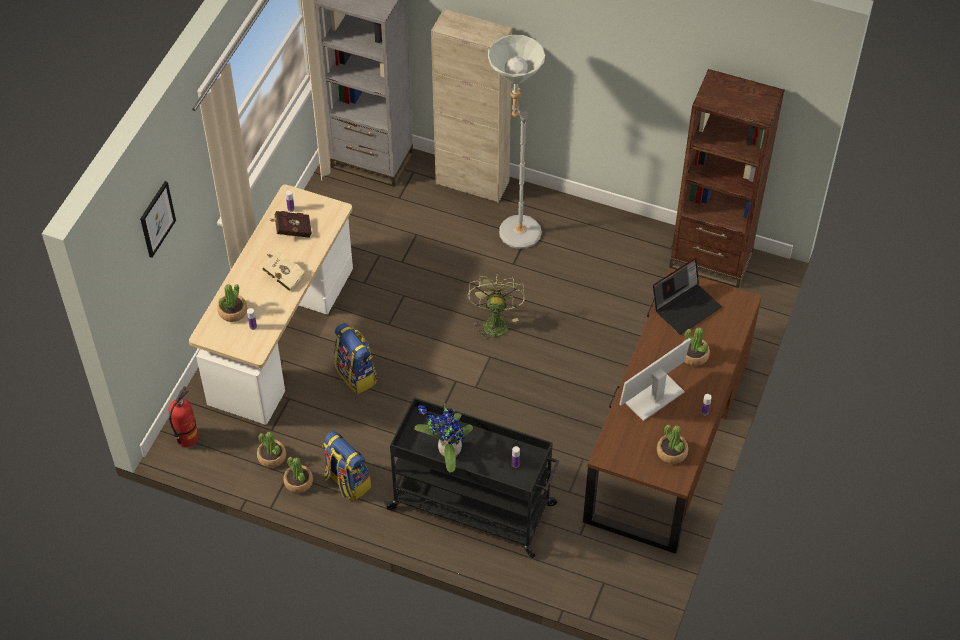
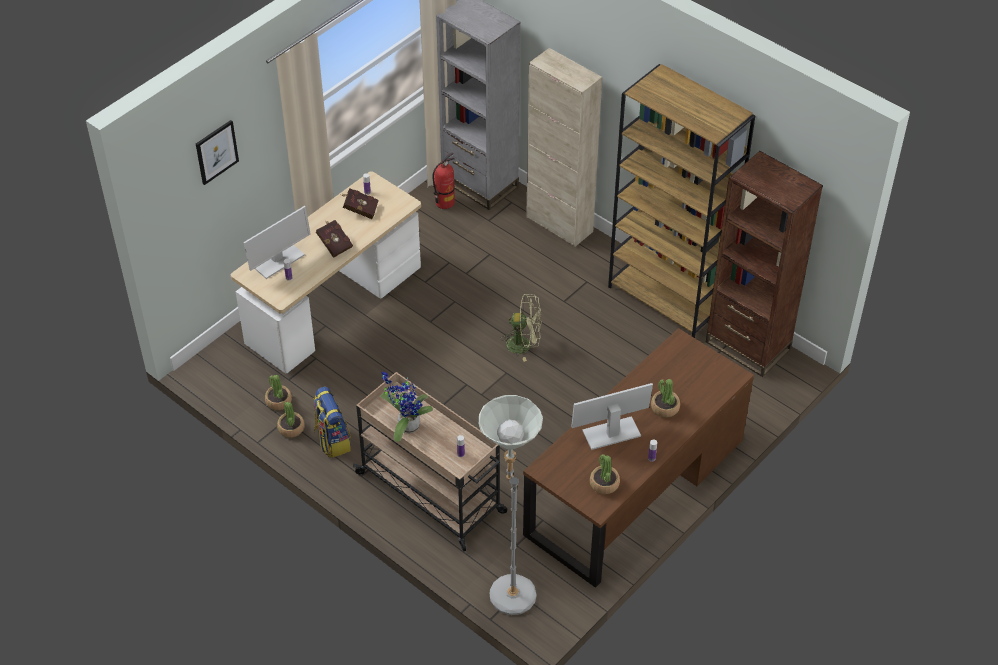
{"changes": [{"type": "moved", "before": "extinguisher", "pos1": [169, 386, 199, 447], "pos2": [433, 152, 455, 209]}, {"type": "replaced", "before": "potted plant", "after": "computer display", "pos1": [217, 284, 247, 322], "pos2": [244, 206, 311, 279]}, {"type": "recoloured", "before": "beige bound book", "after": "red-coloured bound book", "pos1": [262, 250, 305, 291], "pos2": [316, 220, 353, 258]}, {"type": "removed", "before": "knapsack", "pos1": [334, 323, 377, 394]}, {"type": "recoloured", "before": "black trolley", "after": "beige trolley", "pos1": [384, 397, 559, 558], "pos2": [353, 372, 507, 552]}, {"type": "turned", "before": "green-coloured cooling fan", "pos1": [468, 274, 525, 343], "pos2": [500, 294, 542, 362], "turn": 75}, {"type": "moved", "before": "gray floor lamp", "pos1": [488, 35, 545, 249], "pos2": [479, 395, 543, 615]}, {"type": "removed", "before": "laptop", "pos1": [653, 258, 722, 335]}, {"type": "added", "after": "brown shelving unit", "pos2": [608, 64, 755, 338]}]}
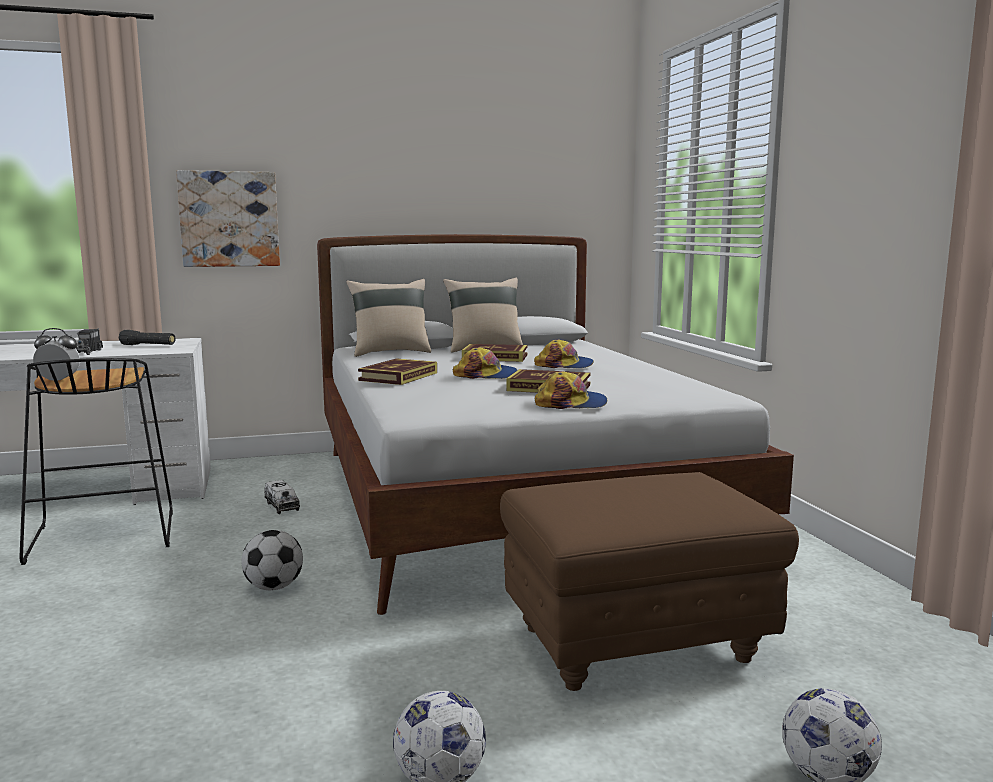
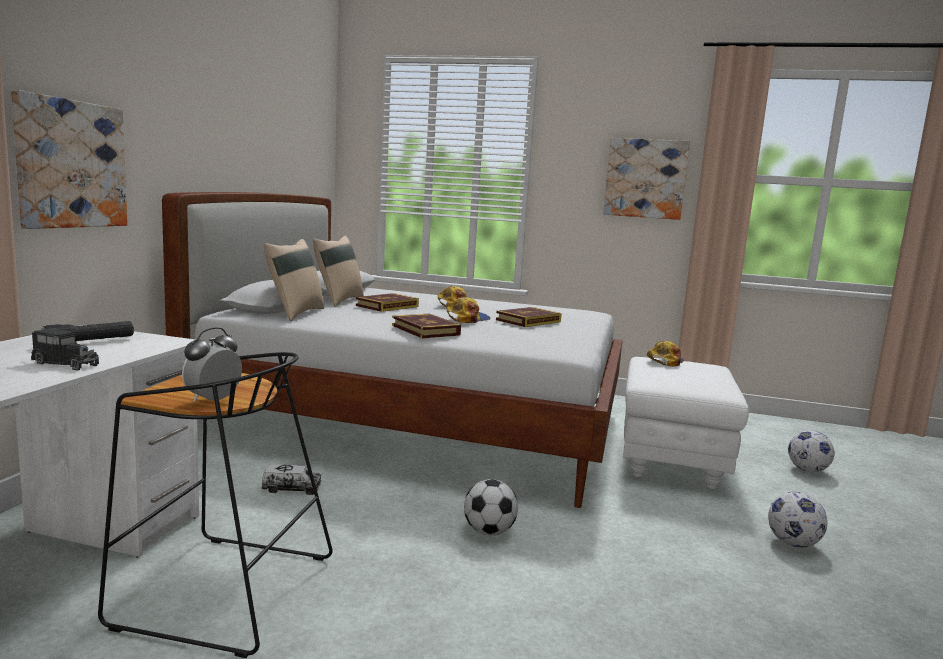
{"changes": [{"type": "recoloured", "before": "brown ottoman", "after": "whitish ottoman", "pos1": [500, 472, 799, 691], "pos2": [623, 357, 749, 489]}, {"type": "moved", "before": "cap", "pos1": [534, 371, 607, 409], "pos2": [647, 341, 684, 367]}, {"type": "added", "after": "picture", "pos2": [603, 138, 690, 220]}]}
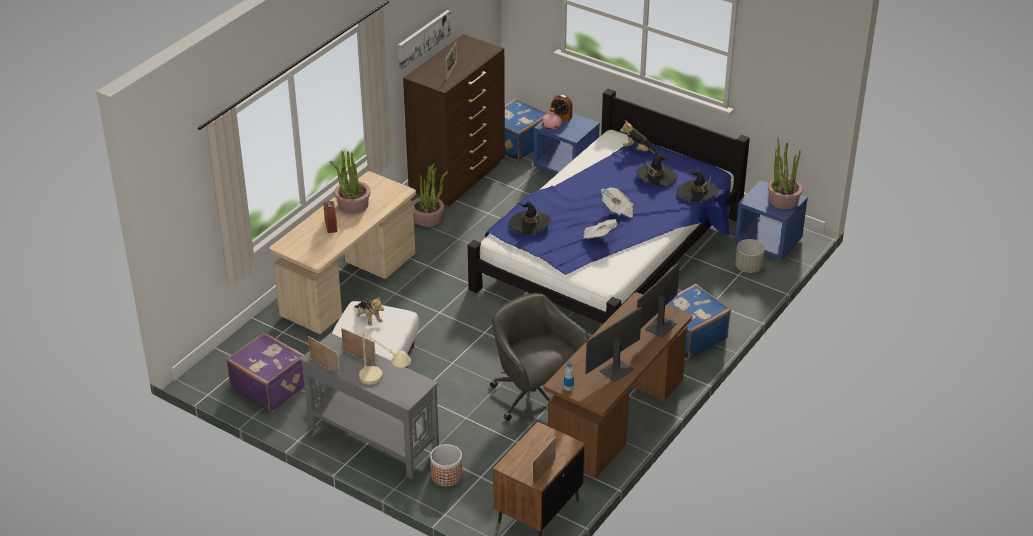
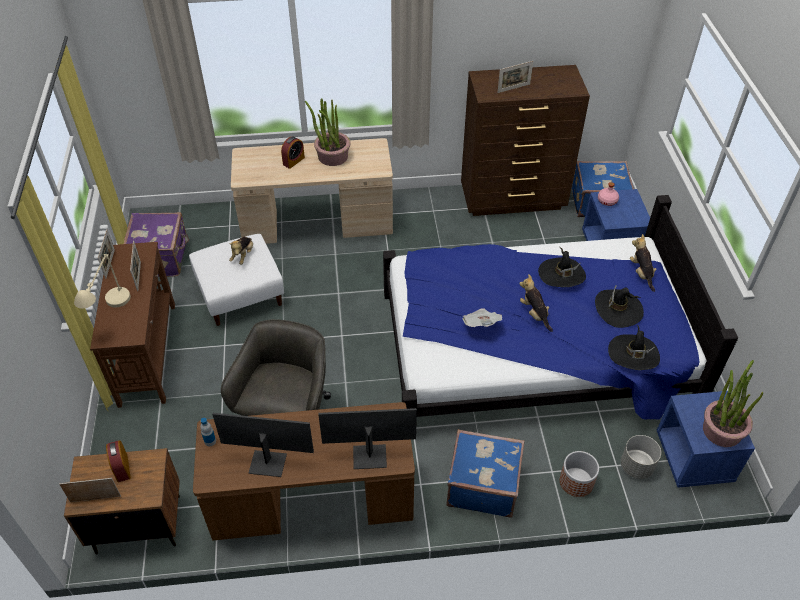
{"changes": [{"type": "recoloured", "before": "gray hall table", "after": "brown hall table", "pos1": [300, 333, 439, 479], "pos2": [90, 242, 175, 408]}, {"type": "removed", "before": "picture", "pos1": [398, 10, 451, 70]}, {"type": "removed", "before": "potted plant", "pos1": [413, 163, 448, 227]}, {"type": "moved", "before": "planter", "pos1": [430, 444, 463, 487], "pos2": [560, 451, 599, 497]}, {"type": "moved", "before": "black wearable hat", "pos1": [509, 201, 551, 235], "pos2": [538, 247, 586, 287]}, {"type": "moved", "before": "table clock", "pos1": [551, 94, 572, 121], "pos2": [106, 440, 131, 482]}, {"type": "replaced", "before": "printed paper", "after": "plush toy", "pos1": [601, 187, 633, 217], "pos2": [519, 274, 553, 332]}]}
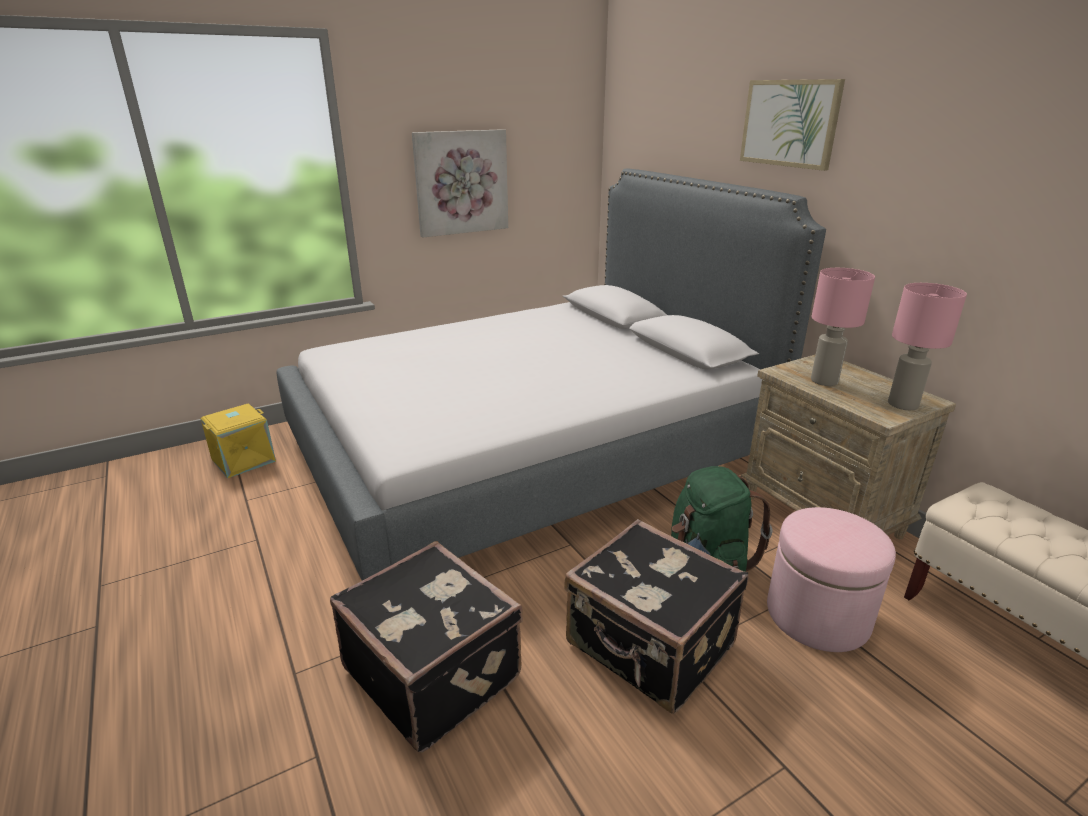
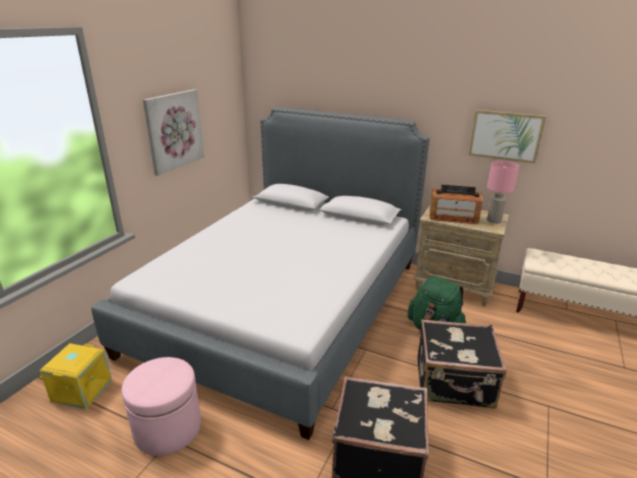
{"changes": [{"type": "moved", "before": "picture", "pos1": [740, 79, 845, 171], "pos2": [468, 110, 546, 164]}, {"type": "moved", "before": "pink-coloured ottoman", "pos1": [767, 507, 896, 652], "pos2": [122, 357, 201, 456]}, {"type": "replaced", "before": "pink-coloured lamp for a table", "after": "radio", "pos1": [811, 268, 875, 386], "pos2": [430, 185, 483, 224]}]}
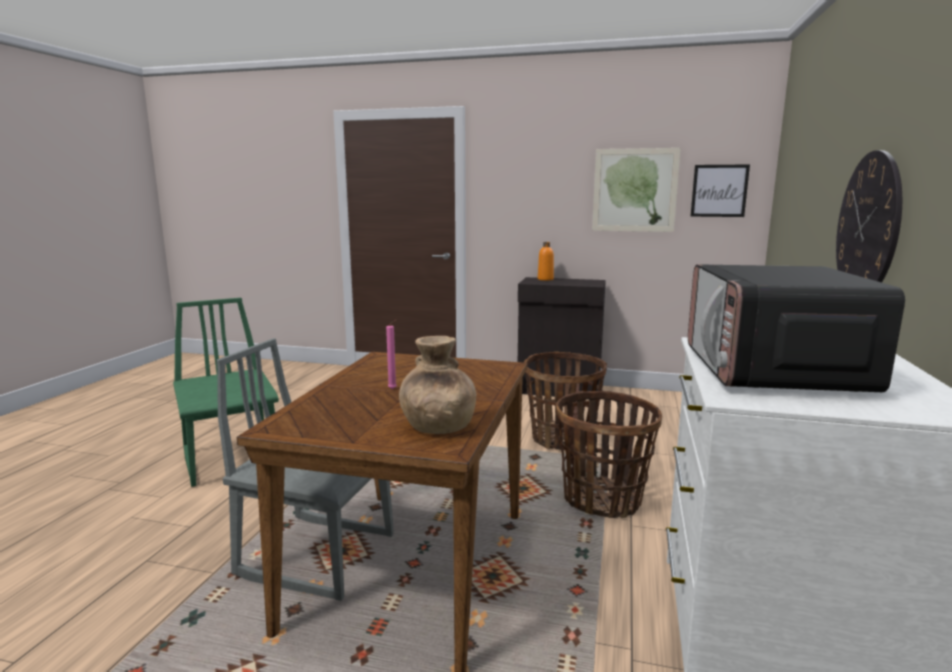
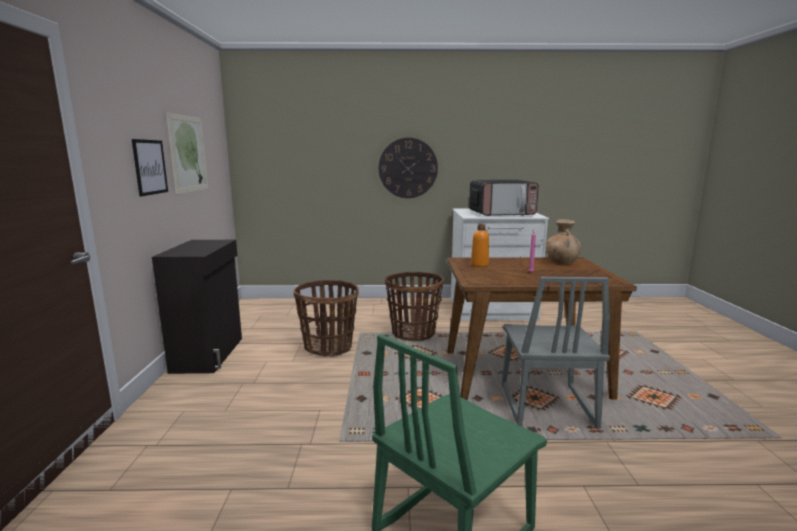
{"changes": [{"type": "moved", "before": "orangey bottle", "pos1": [538, 242, 554, 281], "pos2": [471, 224, 489, 267]}, {"type": "moved", "before": "picture", "pos1": [691, 165, 750, 217], "pos2": [132, 139, 168, 196]}]}
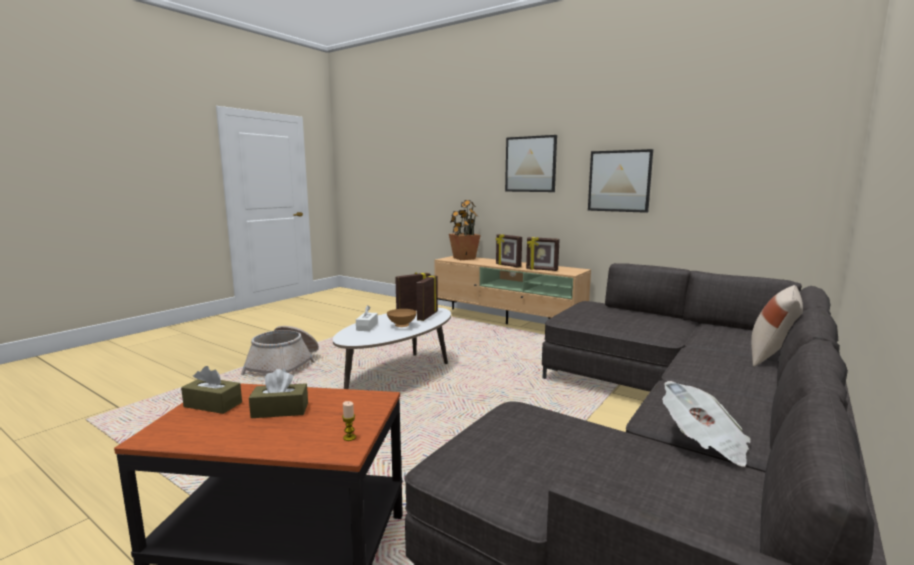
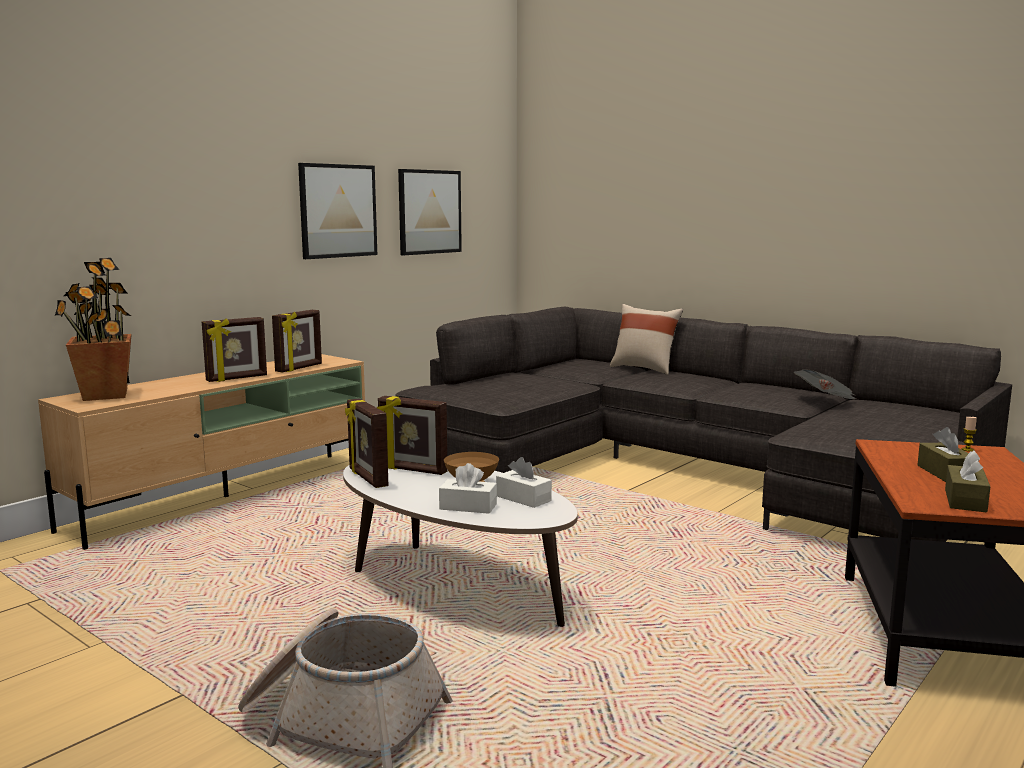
{"changes": [{"type": "moved", "before": "picture", "pos1": [505, 135, 557, 192], "pos2": [398, 169, 462, 255]}, {"type": "added", "after": "whitish tissue holder", "pos2": [496, 457, 552, 508]}]}
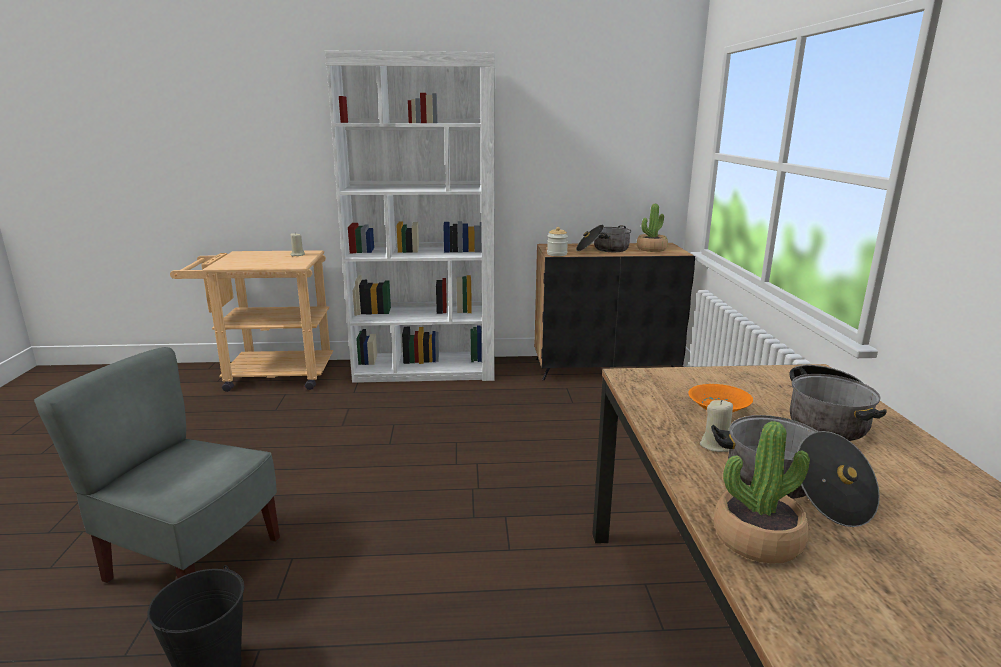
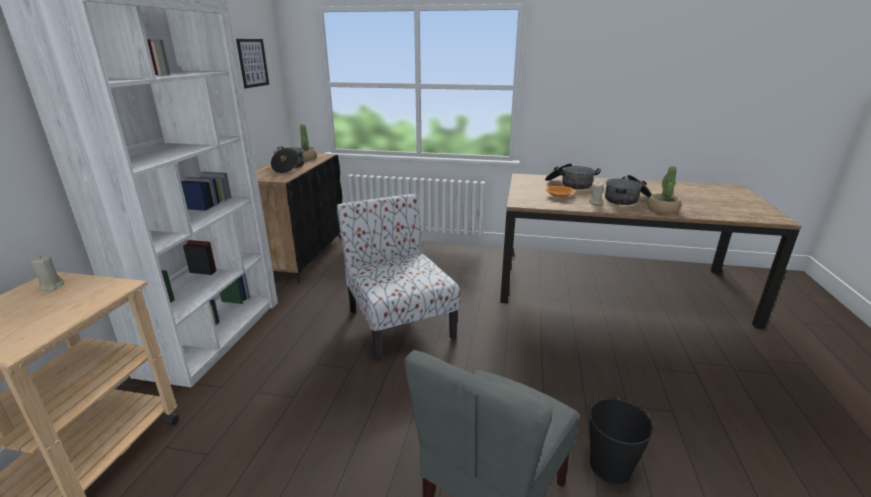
{"changes": [{"type": "removed", "before": "preserve jar", "pos1": [547, 227, 568, 256]}, {"type": "added", "after": "picture", "pos2": [236, 39, 269, 88]}, {"type": "added", "after": "plain chair", "pos2": [337, 194, 460, 361]}]}
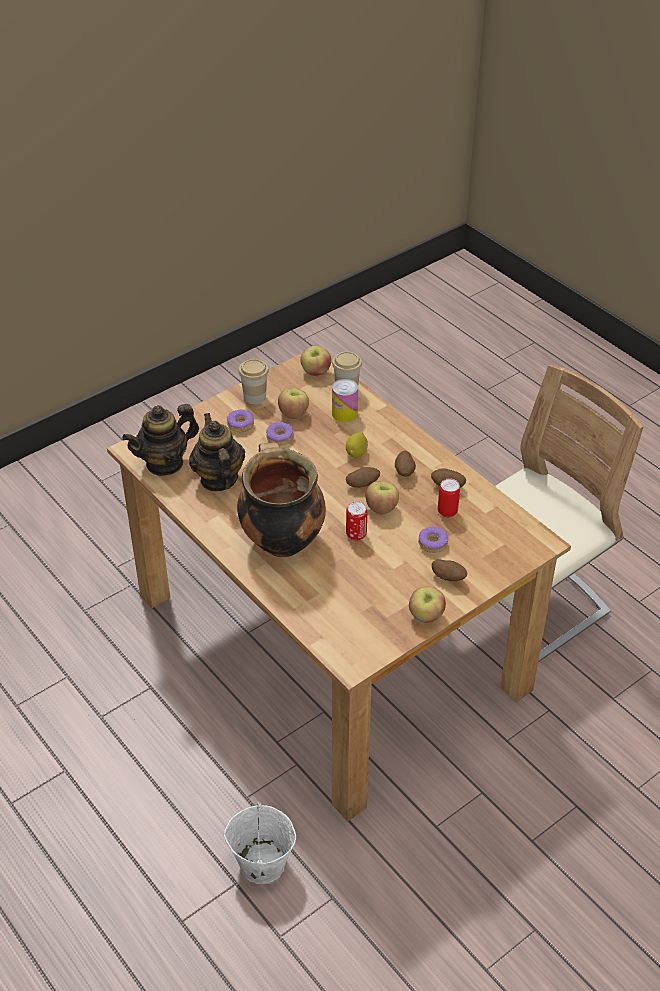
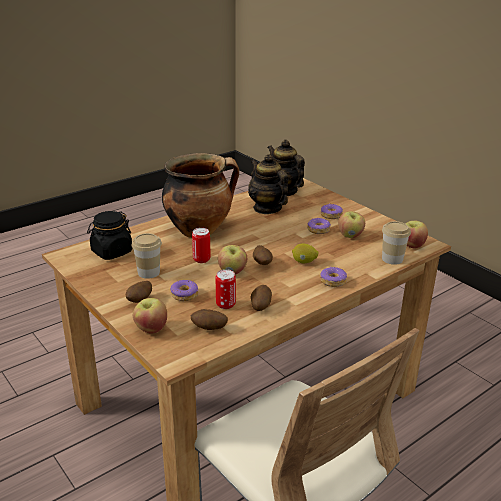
{"changes": [{"type": "turned", "before": "pot for tea", "pos1": [189, 413, 245, 491], "pos2": [248, 154, 289, 214], "turn": -105}, {"type": "removed", "before": "whitish pail", "pos1": [224, 801, 296, 884]}, {"type": "moved", "before": "drinking cup", "pos1": [239, 359, 269, 404], "pos2": [132, 233, 162, 279]}, {"type": "removed", "before": "metal can", "pos1": [332, 379, 358, 422]}, {"type": "moved", "before": "whole potato", "pos1": [395, 451, 416, 477], "pos2": [191, 309, 228, 330]}, {"type": "moved", "before": "whole apple", "pos1": [409, 587, 446, 623], "pos2": [133, 298, 167, 334]}, {"type": "added", "after": "black preserve jar", "pos2": [87, 211, 133, 260]}, {"type": "added", "after": "doughnut", "pos2": [320, 266, 347, 287]}]}
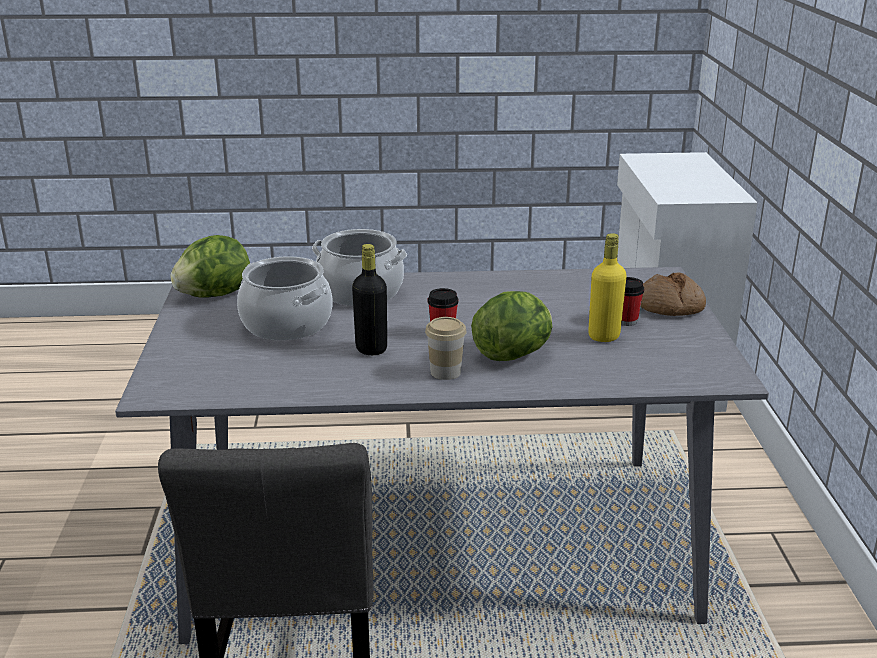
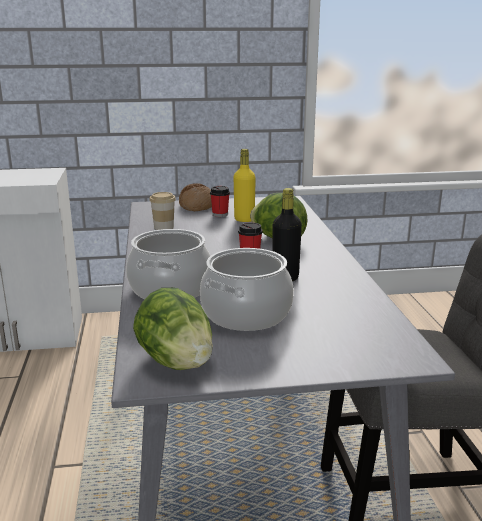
{"changes": [{"type": "moved", "before": "drinking cup", "pos1": [425, 317, 467, 380], "pos2": [149, 192, 176, 230]}]}
